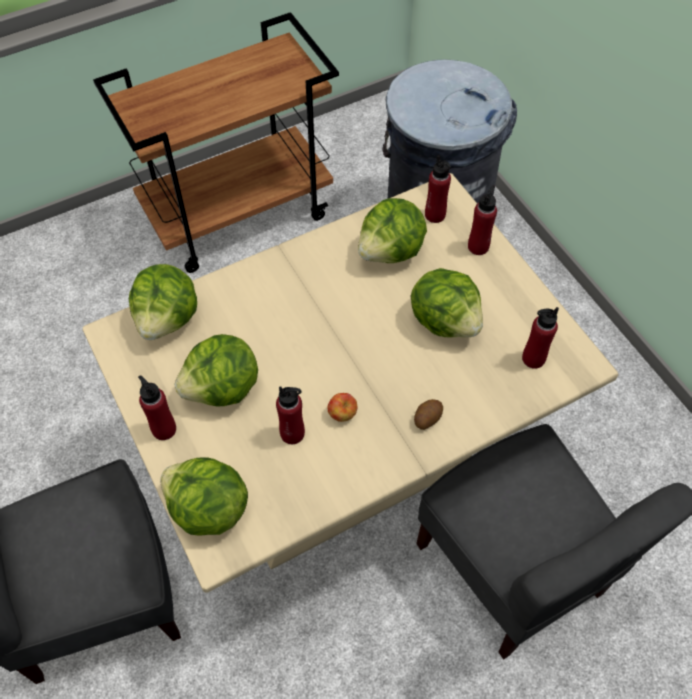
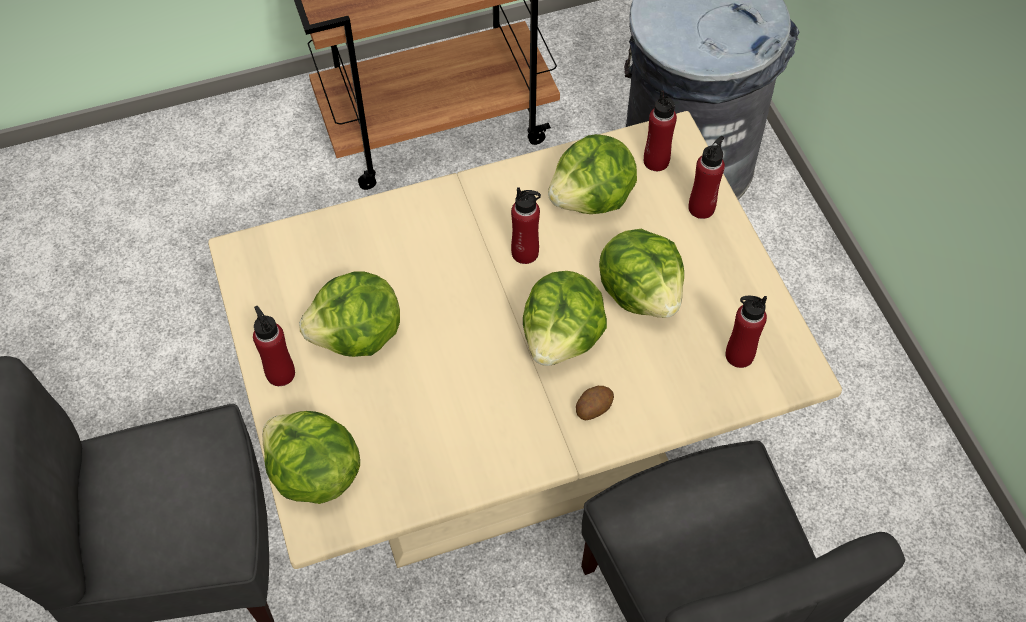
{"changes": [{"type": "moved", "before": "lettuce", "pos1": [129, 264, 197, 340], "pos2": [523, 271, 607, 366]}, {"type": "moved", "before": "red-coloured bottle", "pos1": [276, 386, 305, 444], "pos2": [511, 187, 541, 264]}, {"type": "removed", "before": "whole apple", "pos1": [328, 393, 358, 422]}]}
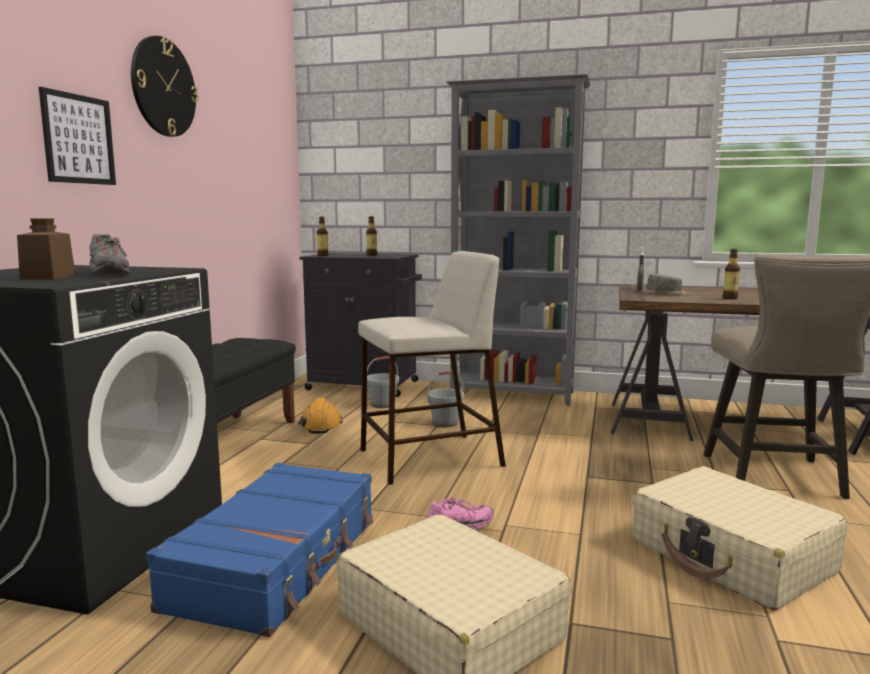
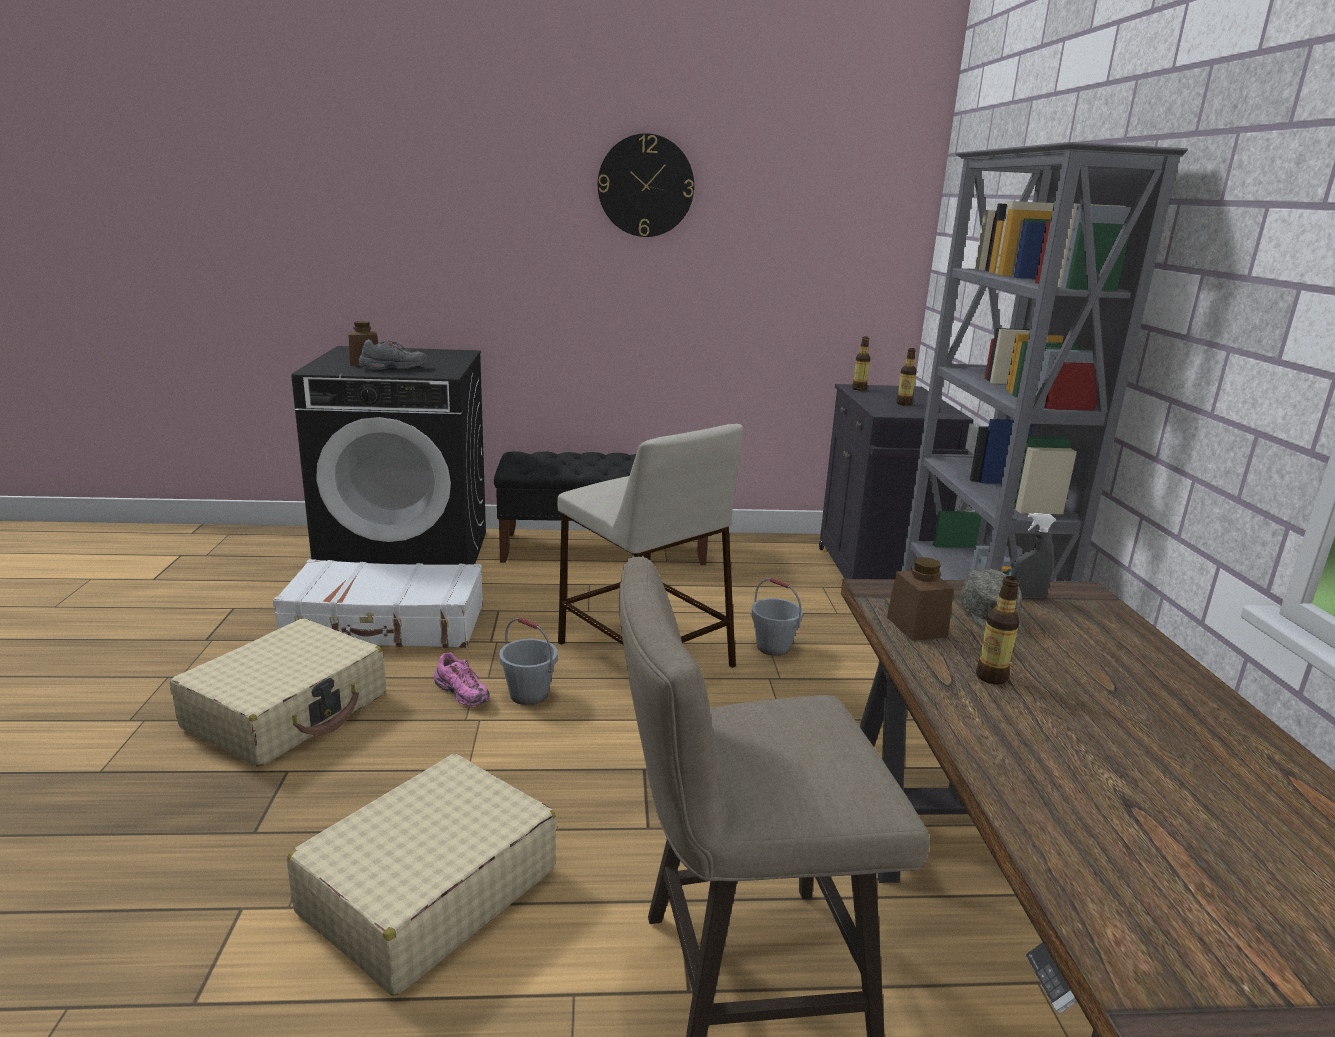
{"changes": [{"type": "removed", "before": "picture", "pos1": [39, 87, 116, 185]}, {"type": "turned", "before": "gray low shoe", "pos1": [89, 234, 130, 274], "pos2": [359, 339, 428, 370], "turn": -150}, {"type": "recoloured", "before": "blue-coloured piece of luggage", "after": "whitish piece of luggage", "pos1": [146, 463, 374, 637], "pos2": [273, 559, 483, 648]}, {"type": "removed", "before": "orangey work helmet", "pos1": [298, 398, 343, 434]}, {"type": "moved", "before": "gray pail", "pos1": [367, 356, 399, 408], "pos2": [499, 618, 558, 705]}, {"type": "added", "after": "brown preserve jar", "pos2": [887, 557, 954, 641]}]}
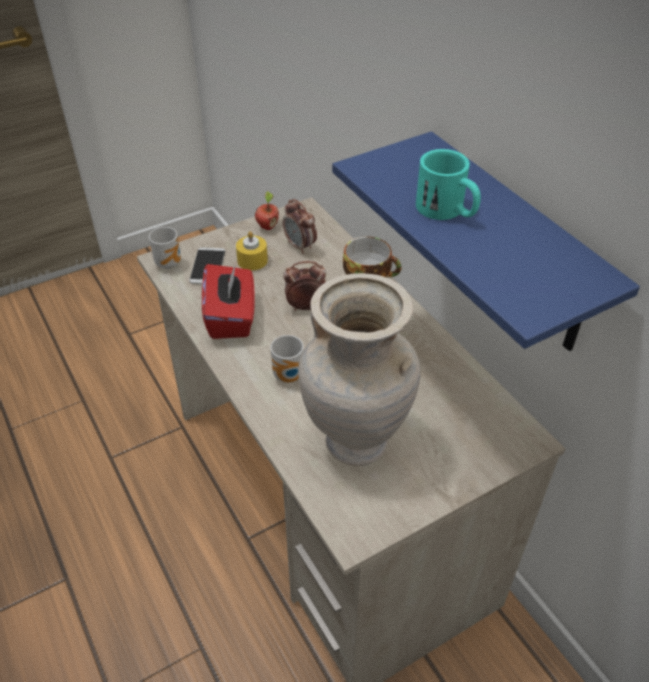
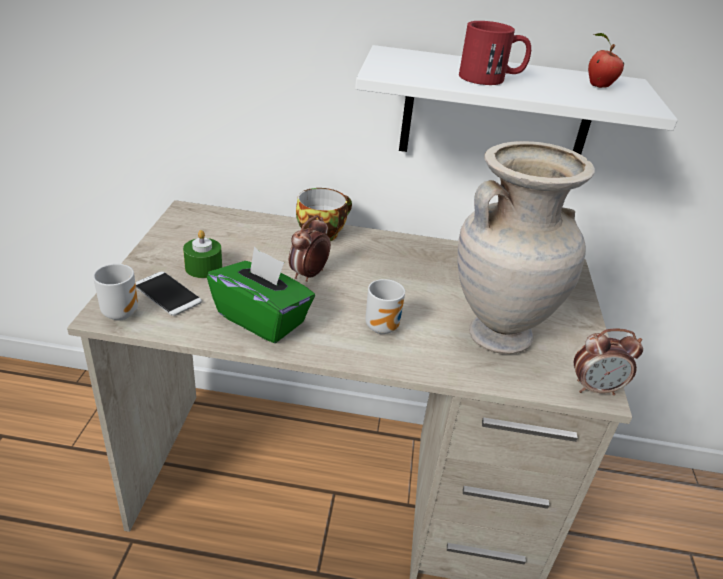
{"changes": [{"type": "recoloured", "before": "red-coloured tissue holder", "after": "green-coloured tissue holder", "pos1": [202, 263, 255, 339], "pos2": [207, 247, 315, 343]}, {"type": "recoloured", "before": "yellow candle", "after": "green-coloured candle", "pos1": [236, 231, 268, 270], "pos2": [183, 230, 222, 278]}, {"type": "moved", "before": "whole apple", "pos1": [255, 191, 279, 230], "pos2": [588, 33, 624, 88]}, {"type": "moved", "before": "table clock", "pos1": [283, 199, 317, 254], "pos2": [574, 328, 643, 395]}, {"type": "recoloured", "before": "blue-coloured wall shelf", "after": "whitish wall shelf", "pos1": [332, 131, 640, 351], "pos2": [355, 45, 678, 154]}, {"type": "recoloured", "before": "blue-green mug", "after": "red-coloured mug", "pos1": [416, 149, 481, 220], "pos2": [459, 21, 531, 85]}]}
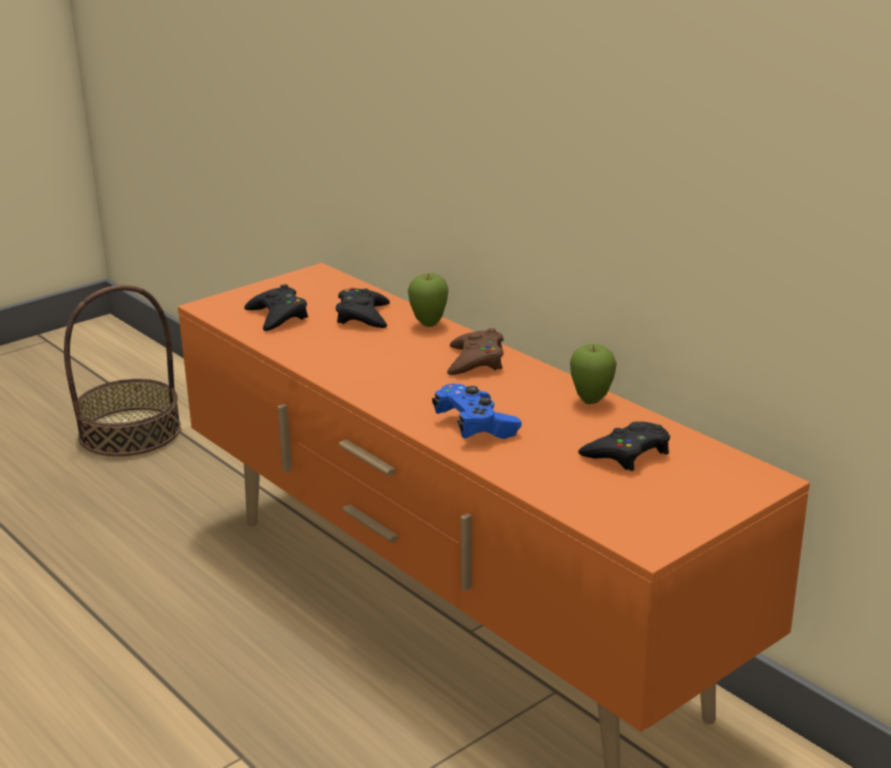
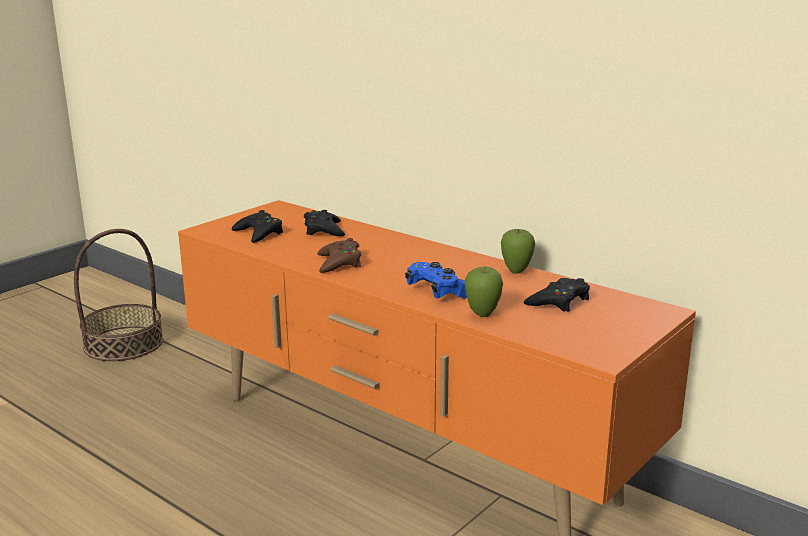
{"changes": [{"type": "moved", "before": "whole apple", "pos1": [408, 273, 448, 327], "pos2": [464, 266, 503, 317]}, {"type": "moved", "before": "brown joypad", "pos1": [447, 328, 504, 375], "pos2": [317, 238, 361, 273]}]}
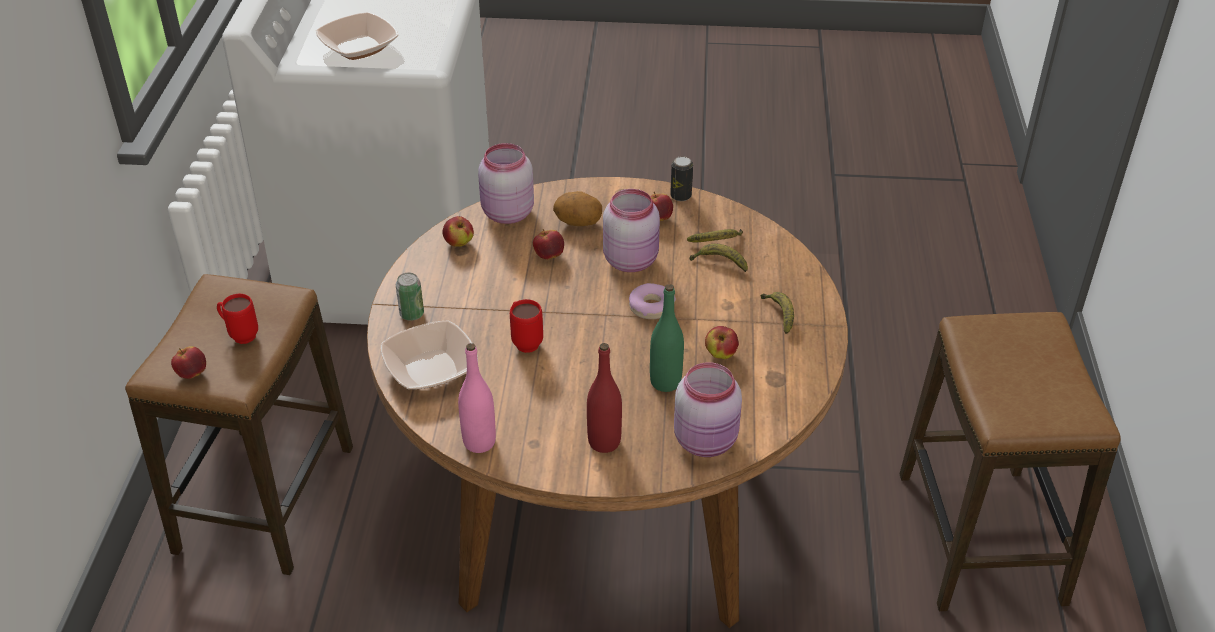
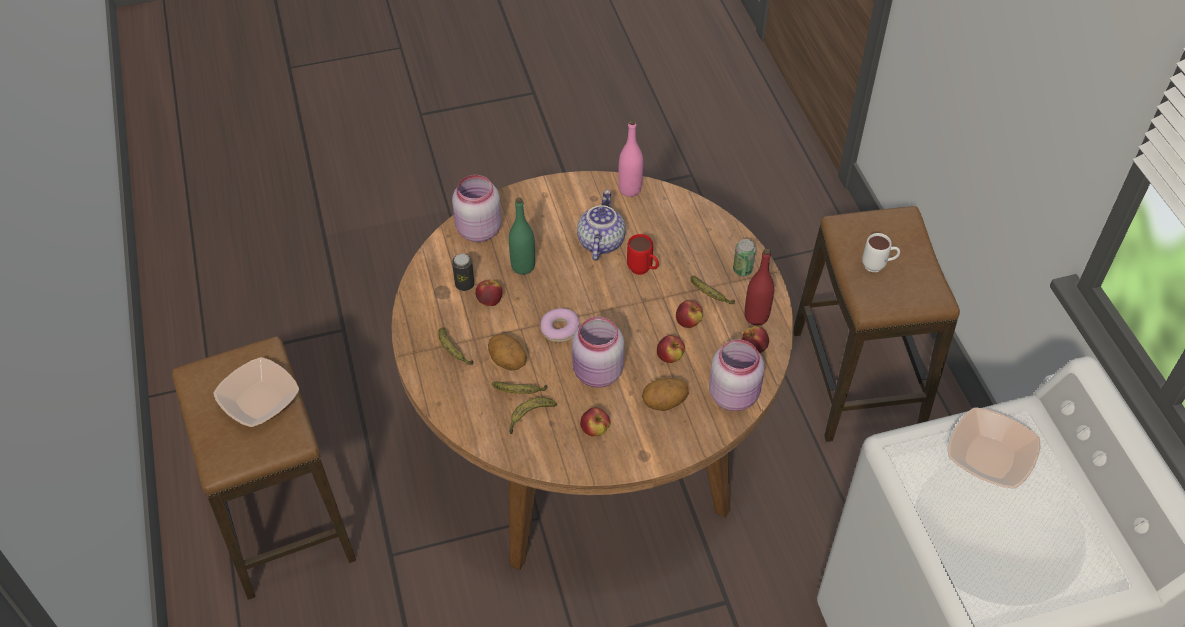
{"changes": [{"type": "moved", "before": "whole apple", "pos1": [171, 346, 206, 379], "pos2": [676, 301, 703, 328]}, {"type": "recoloured", "before": "red-coloured mug", "after": "whitish mug", "pos1": [217, 294, 258, 344], "pos2": [862, 233, 900, 272]}, {"type": "moved", "before": "deep dish", "pos1": [381, 321, 478, 389], "pos2": [213, 357, 299, 427]}, {"type": "moved", "before": "red-coloured bottle", "pos1": [587, 343, 622, 453], "pos2": [745, 249, 774, 326]}, {"type": "moved", "before": "metal can", "pos1": [670, 156, 693, 201], "pos2": [452, 253, 474, 291]}, {"type": "added", "after": "whole potato", "pos2": [488, 334, 527, 371]}, {"type": "added", "after": "pot for tea", "pos2": [577, 190, 625, 261]}, {"type": "added", "after": "whole banana", "pos2": [690, 276, 735, 304]}]}
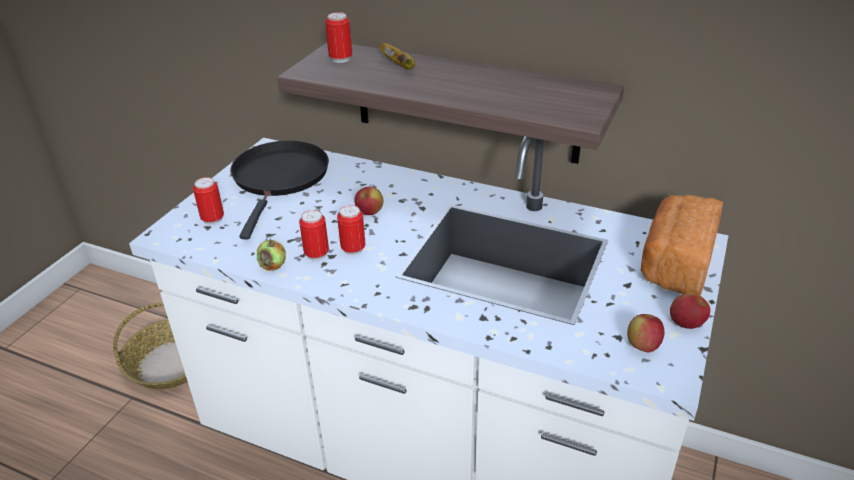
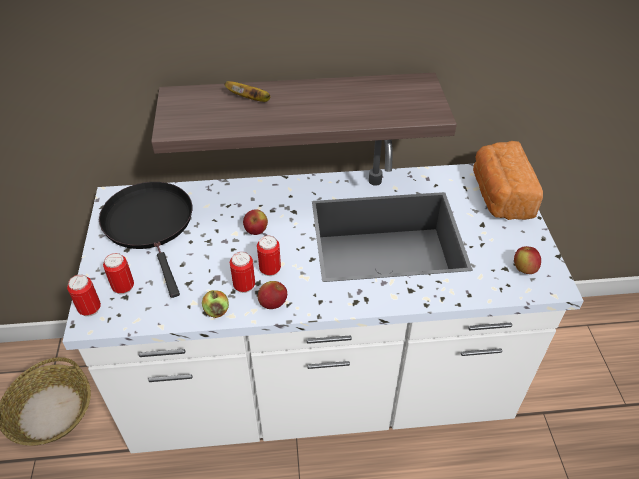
{"changes": [{"type": "moved", "before": "metal can", "pos1": [325, 12, 352, 63], "pos2": [67, 274, 101, 317]}, {"type": "moved", "before": "whole apple", "pos1": [670, 293, 710, 329], "pos2": [258, 281, 287, 309]}]}
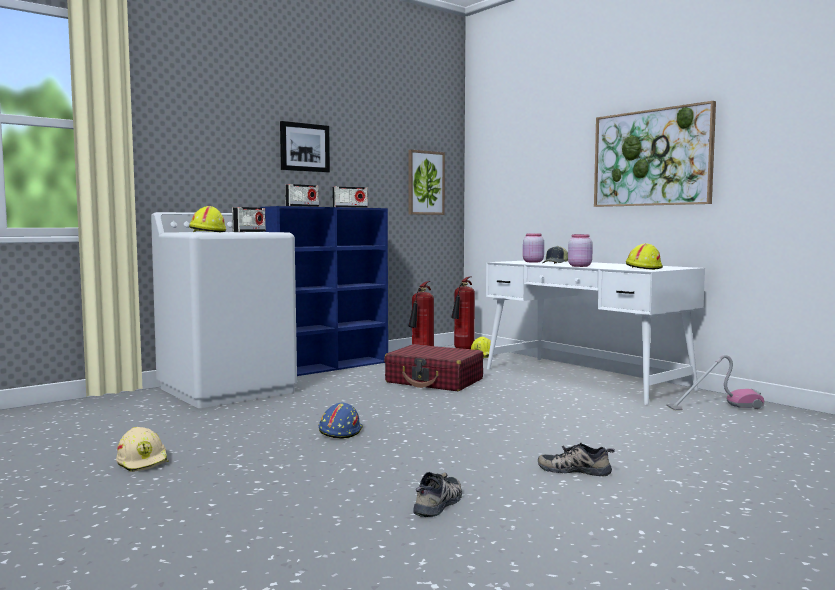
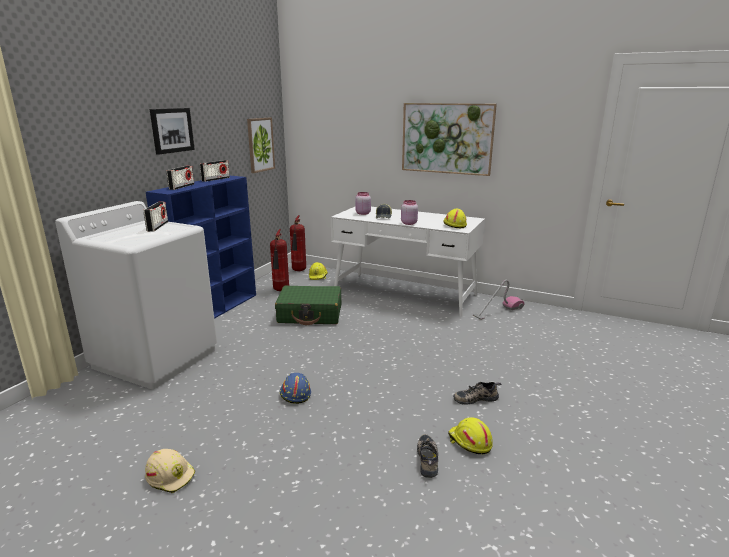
{"changes": [{"type": "moved", "before": "yellow work helmet", "pos1": [189, 206, 226, 233], "pos2": [448, 417, 493, 454]}, {"type": "recoloured", "before": "red-coloured piece of luggage", "after": "green-coloured piece of luggage", "pos1": [384, 344, 484, 391], "pos2": [275, 285, 341, 325]}]}
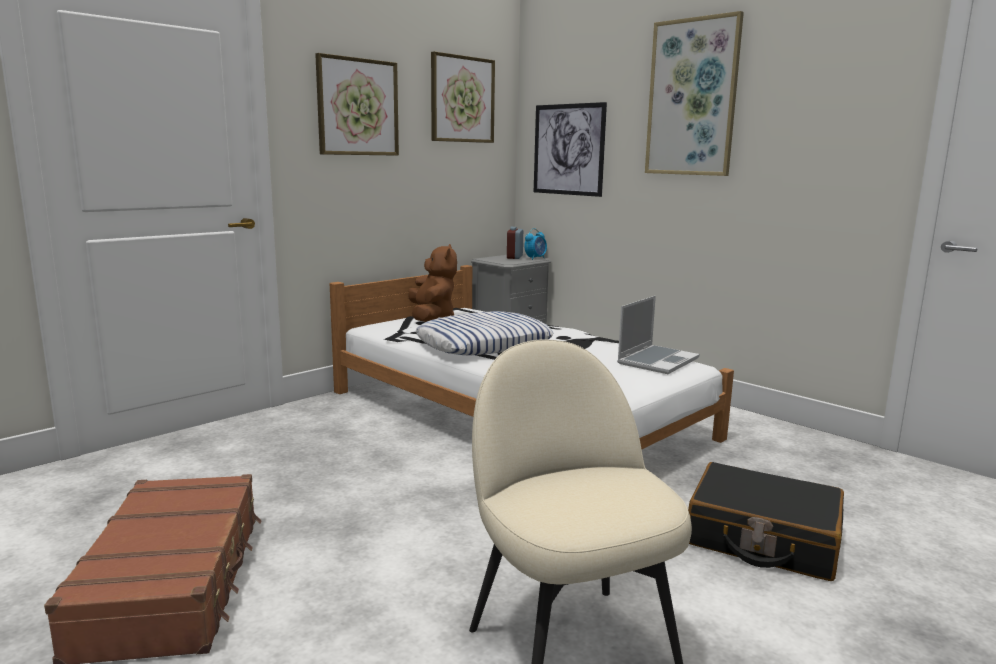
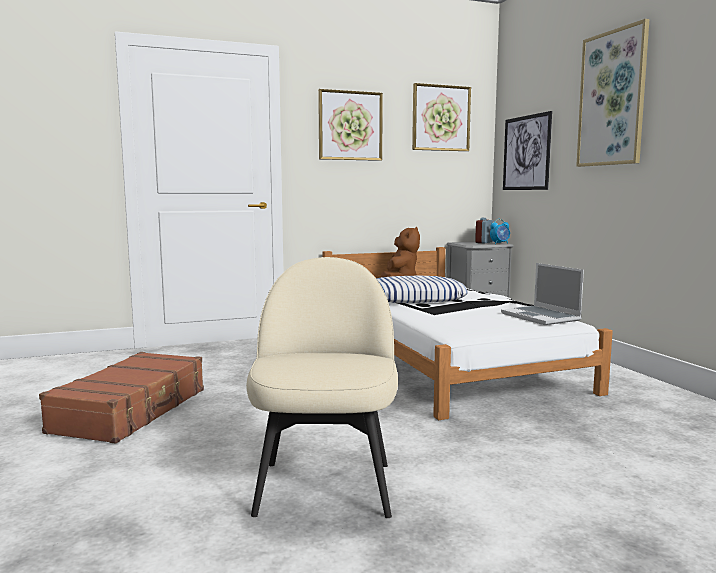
{"changes": [{"type": "turned", "before": "laptop", "pos1": [617, 296, 699, 374], "pos2": [501, 263, 584, 325], "turn": 90}, {"type": "removed", "before": "black piece of luggage", "pos1": [688, 462, 844, 581]}]}
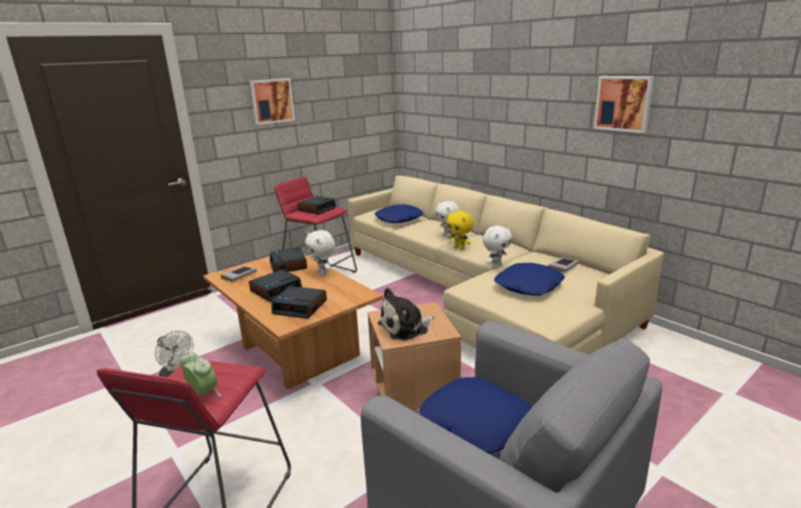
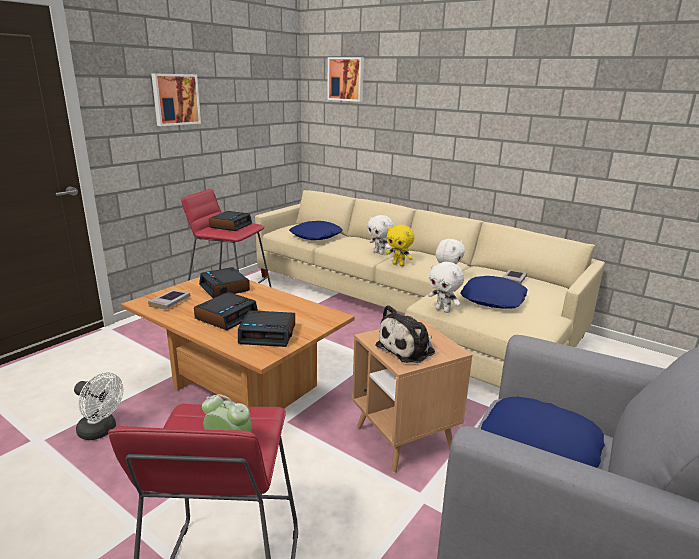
{"changes": [{"type": "moved", "before": "whitish plush toy", "pos1": [305, 230, 335, 276], "pos2": [428, 262, 464, 313]}, {"type": "moved", "before": "picture", "pos1": [594, 76, 654, 133], "pos2": [327, 57, 364, 102]}]}
